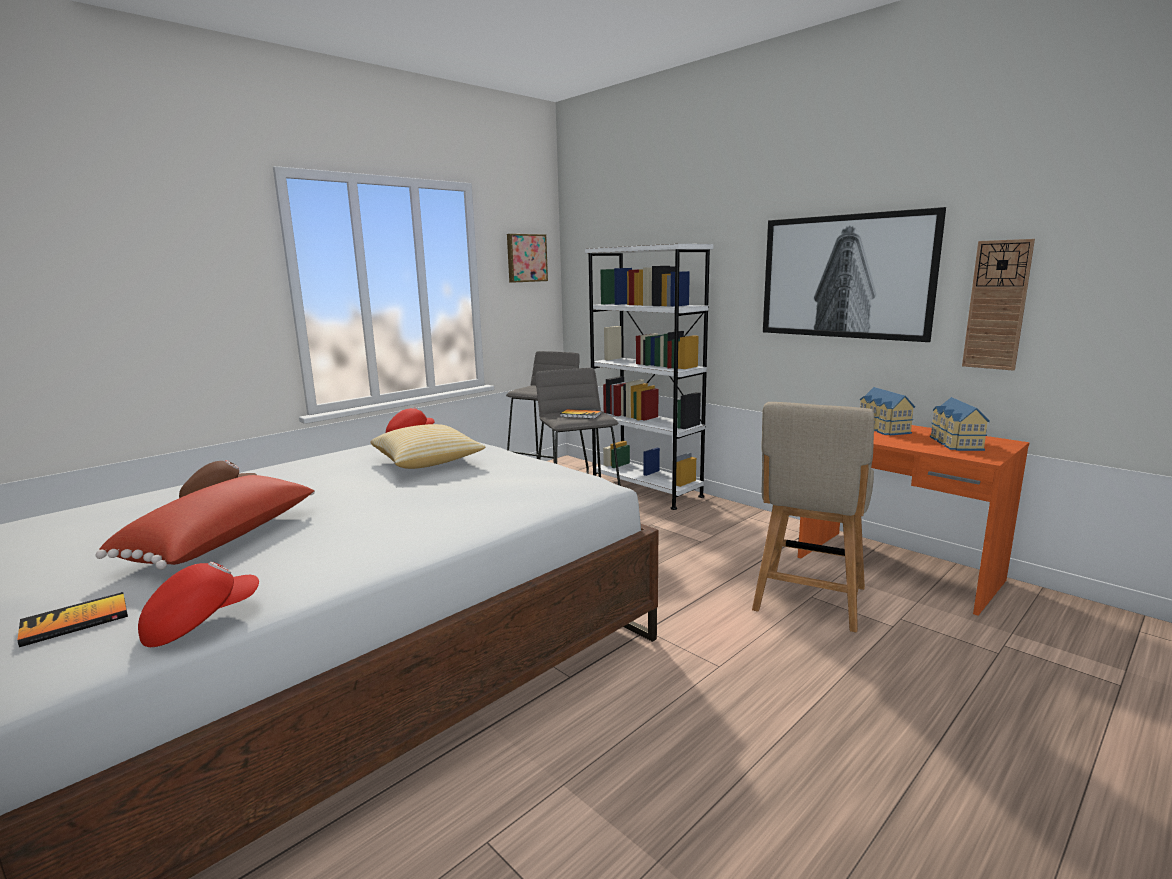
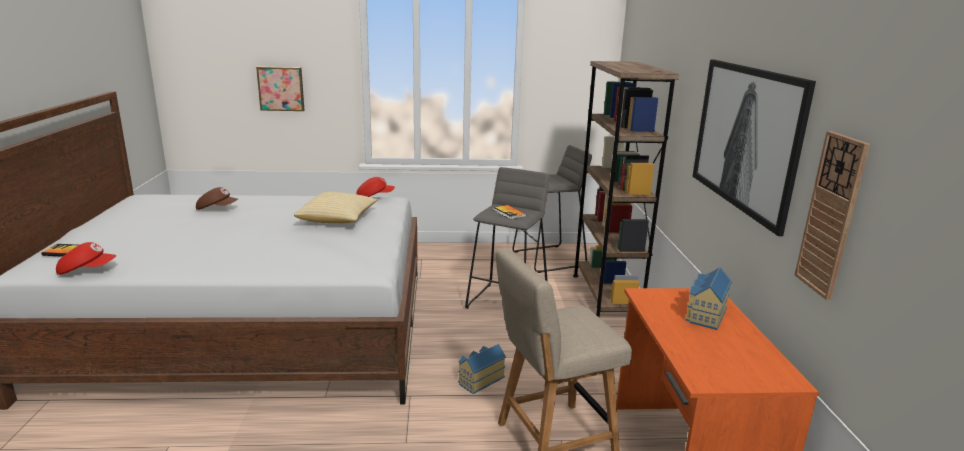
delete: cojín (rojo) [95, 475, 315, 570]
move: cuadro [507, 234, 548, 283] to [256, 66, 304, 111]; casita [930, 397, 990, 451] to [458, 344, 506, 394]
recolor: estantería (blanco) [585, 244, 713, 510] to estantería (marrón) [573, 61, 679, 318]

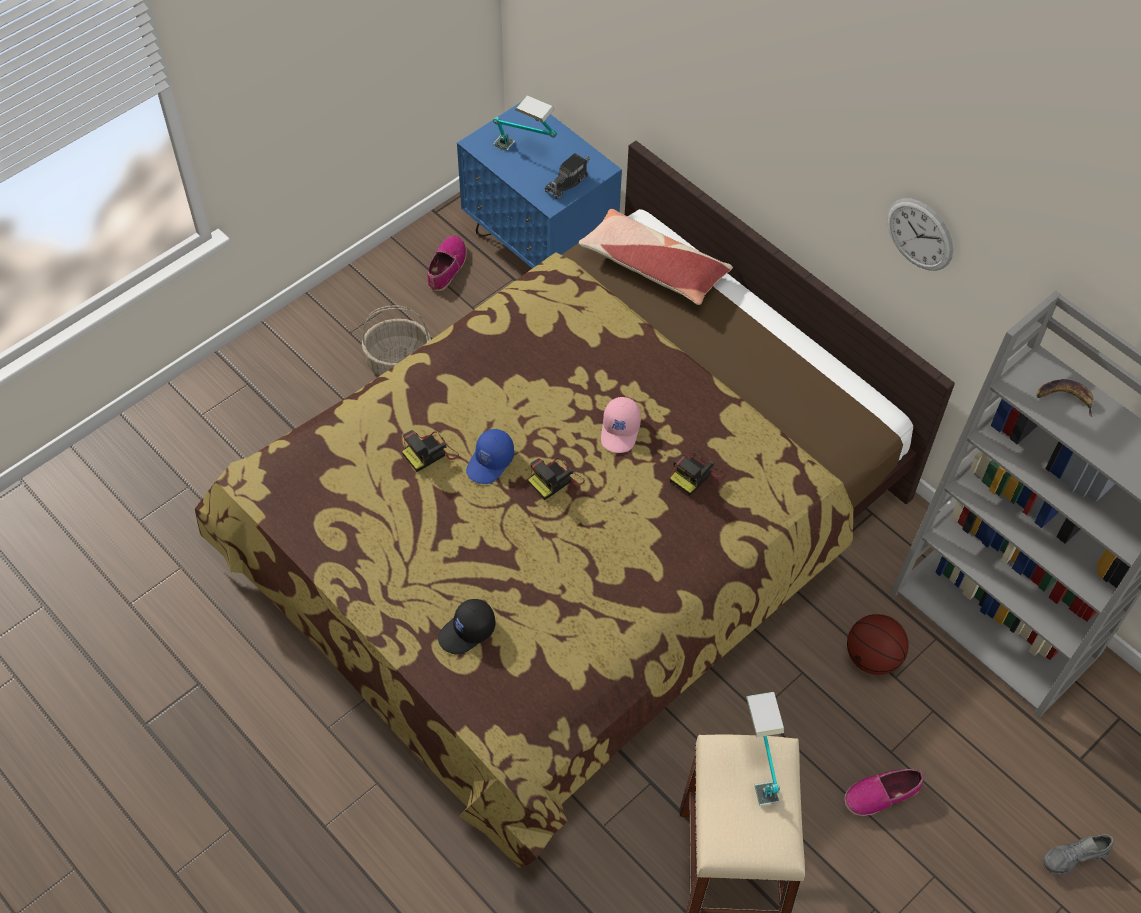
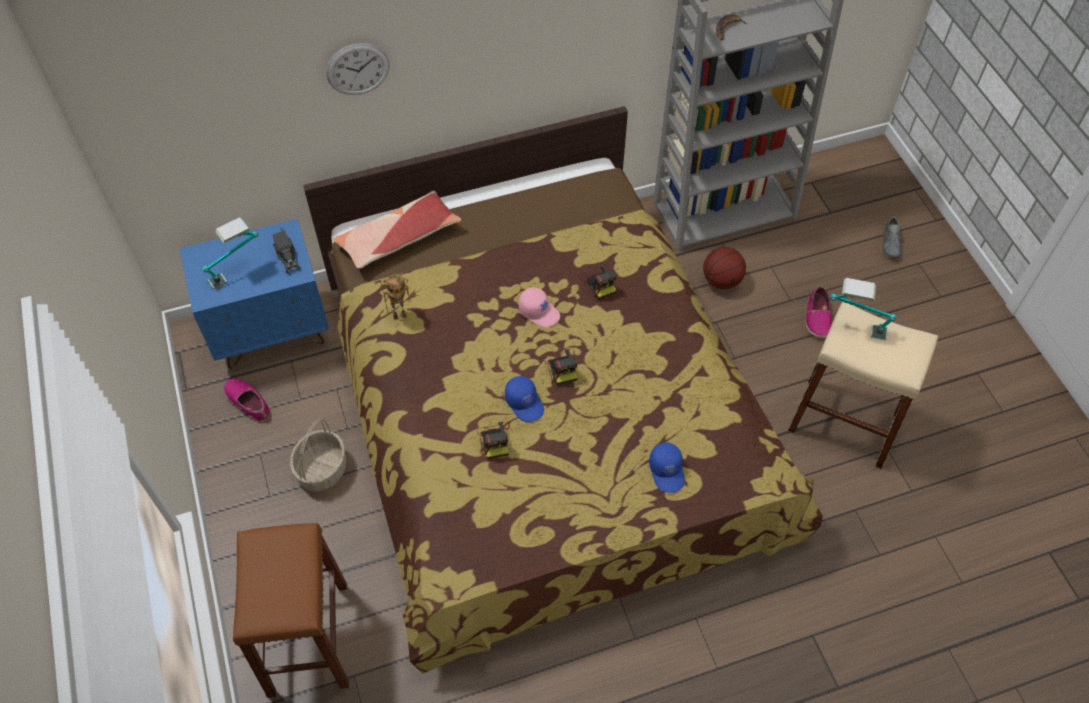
insert: taburete (marrón) [233, 523, 349, 698]; robot de juguete [383, 274, 411, 320]
move: reloj de pared [887, 198, 953, 271] to [326, 43, 390, 95]
recolor: gorra (negro) [438, 599, 495, 655] to gorra (azul) [649, 442, 685, 493]

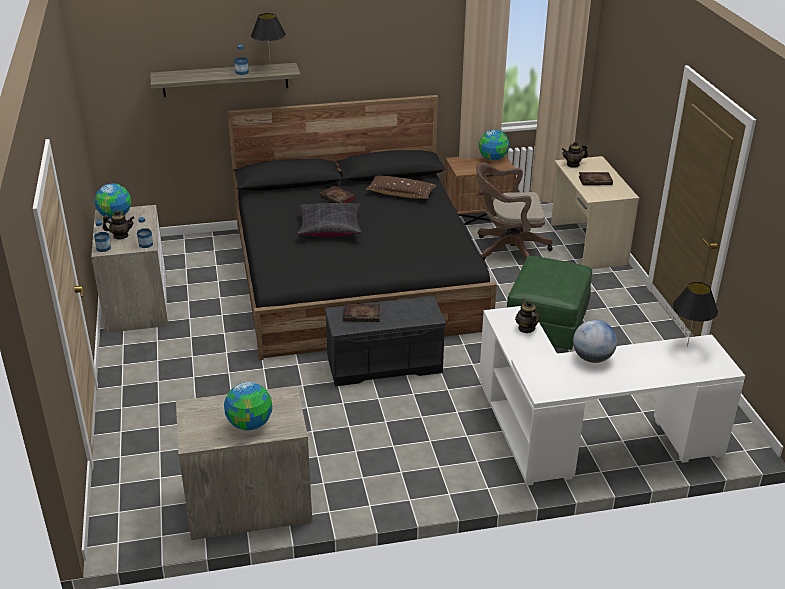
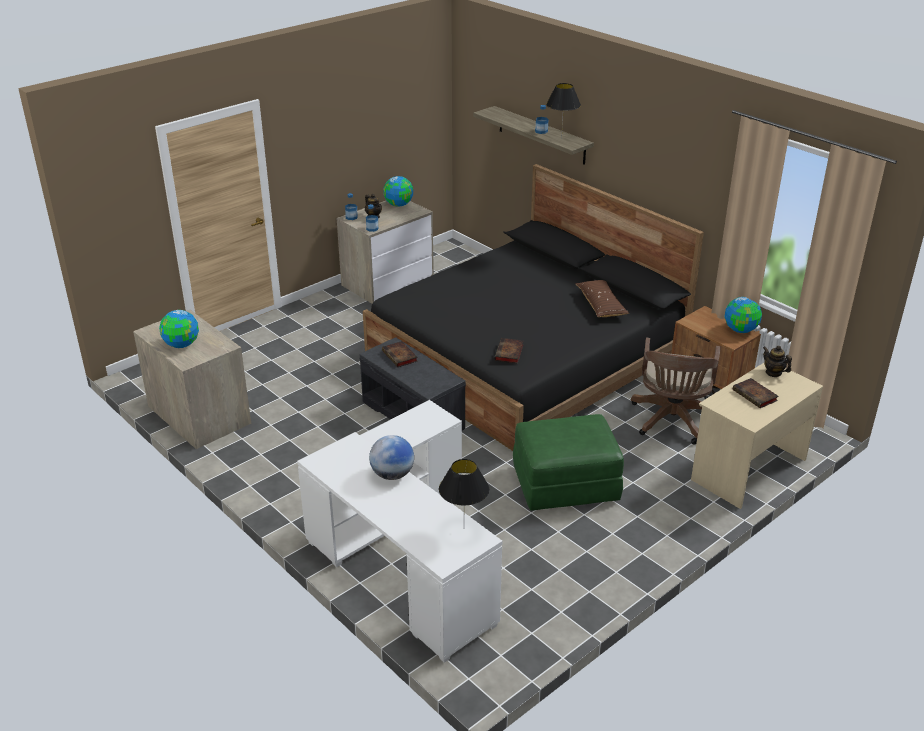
delete: cojín (negro) [297, 203, 362, 237]; tetera [515, 299, 540, 333]
move: libro [320, 185, 356, 203] to [495, 338, 523, 364]
rotate: silla de oficina (marrón) [476, 162, 553, 261] = [631, 338, 721, 445] 135 degrees counterclockwise

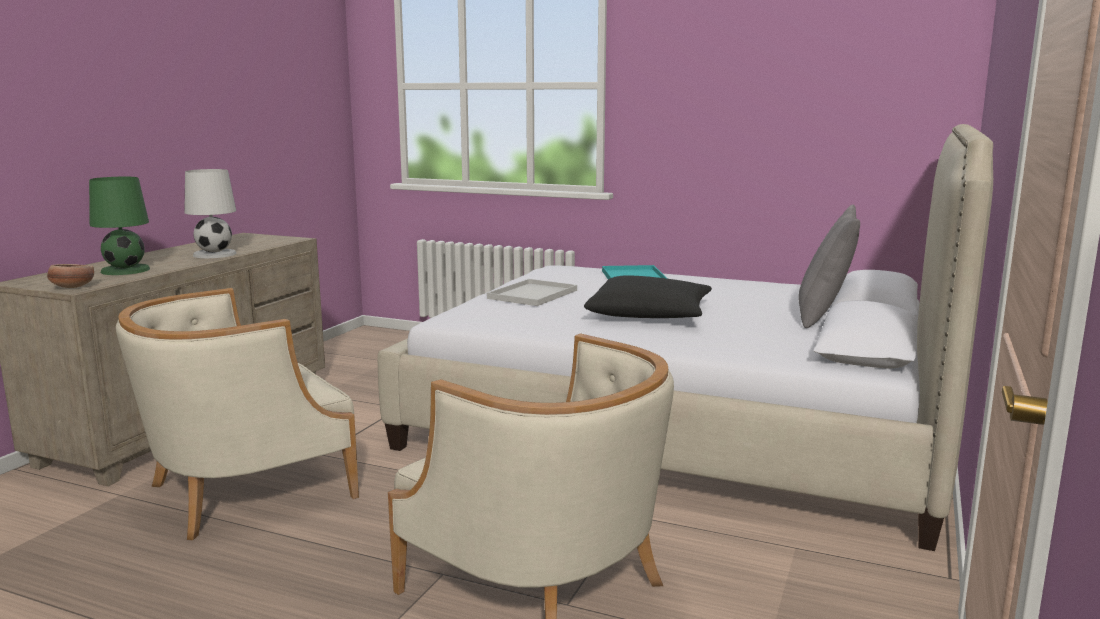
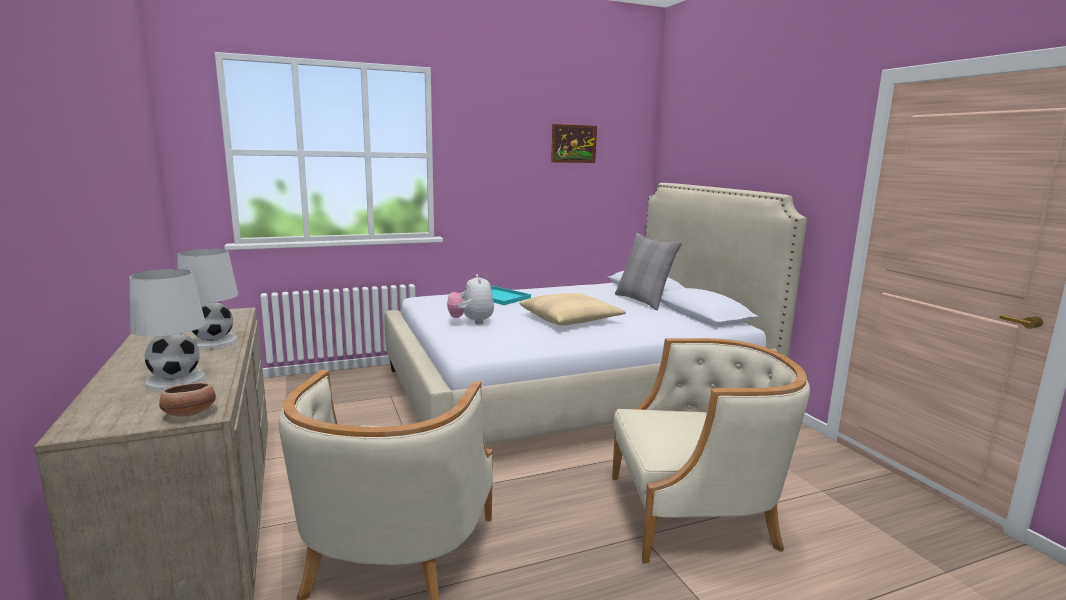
insert: cuadro [551, 124, 597, 163]
replace: bandeja (blanco) [487, 279, 577, 306] to peluche [447, 274, 494, 324]
recolor: lámpara de mesa (verde) [89, 177, 150, 275] to lámpara de mesa (blanco) [130, 269, 206, 391]; cojín (negro) [584, 275, 712, 318] to cojín (beis) [519, 293, 626, 325]

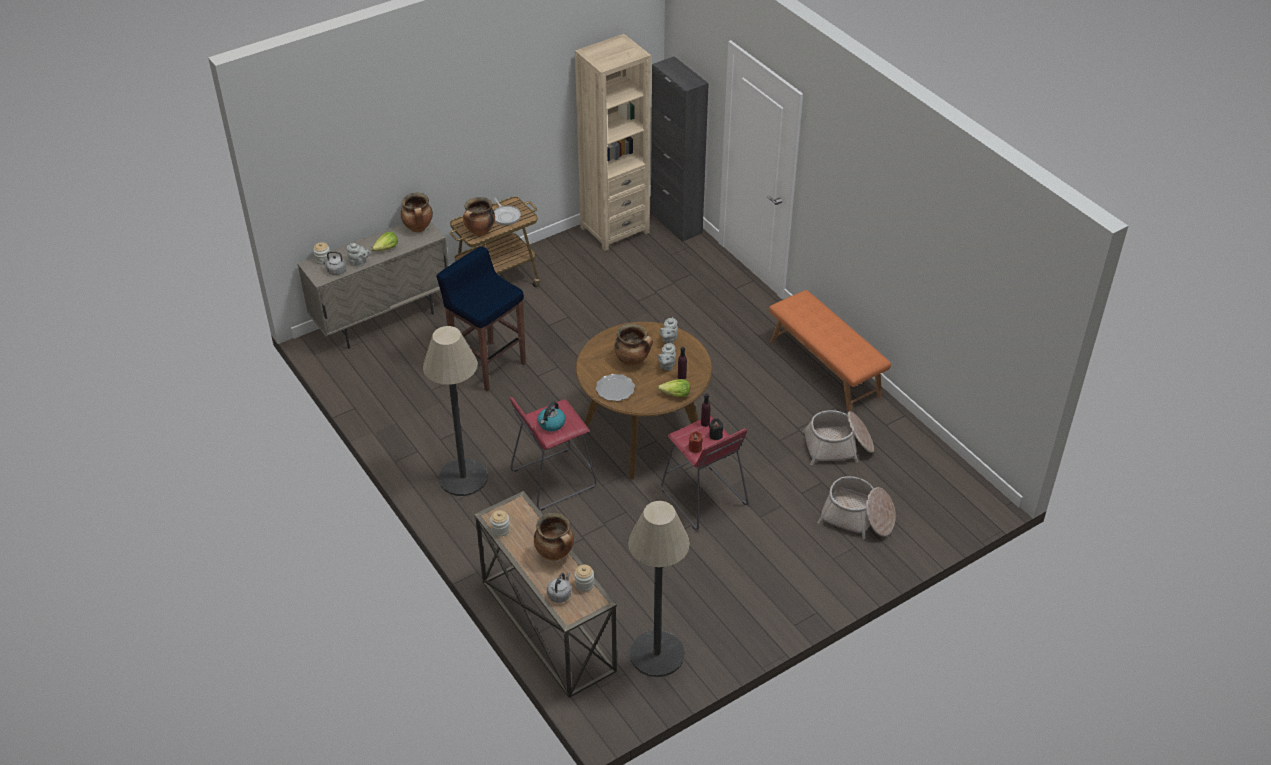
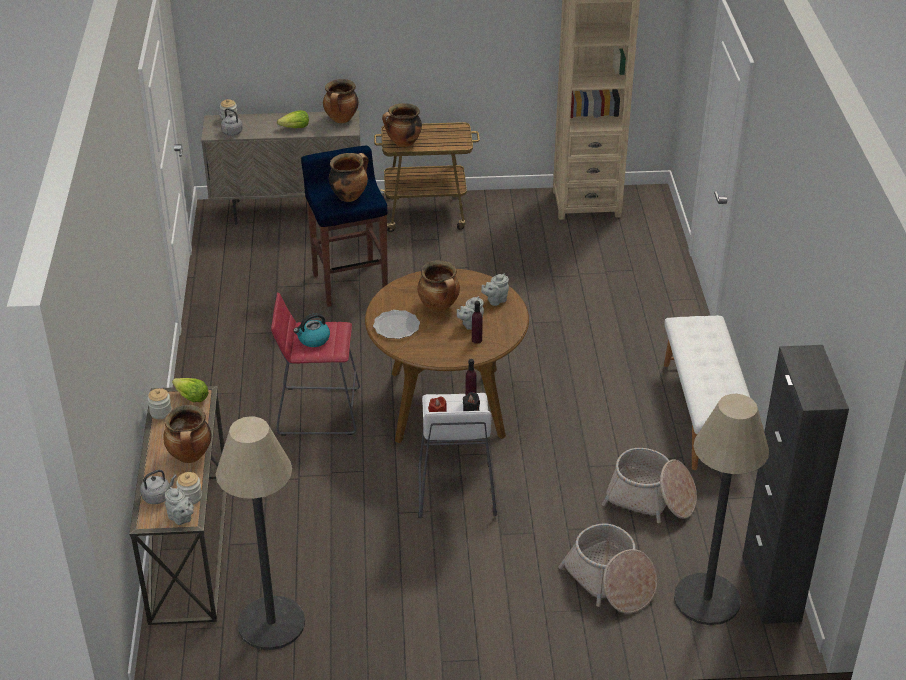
delete: sartén [493, 198, 521, 225]
insert: olla [329, 153, 368, 202]
move: tetera (gris) [347, 243, 371, 267] to [165, 487, 194, 525]; lámpara de pie [423, 326, 488, 496] to [674, 394, 769, 625]; armario (negro) [651, 56, 709, 242] to [742, 345, 849, 624]; lechuga [658, 379, 690, 397] to [172, 378, 209, 402]
recolor: taburete (rojo) [661, 416, 749, 530] to taburete (blanco) [418, 393, 497, 518]; banco (naranja) [769, 290, 891, 413] to banco (blanco) [664, 316, 750, 470]

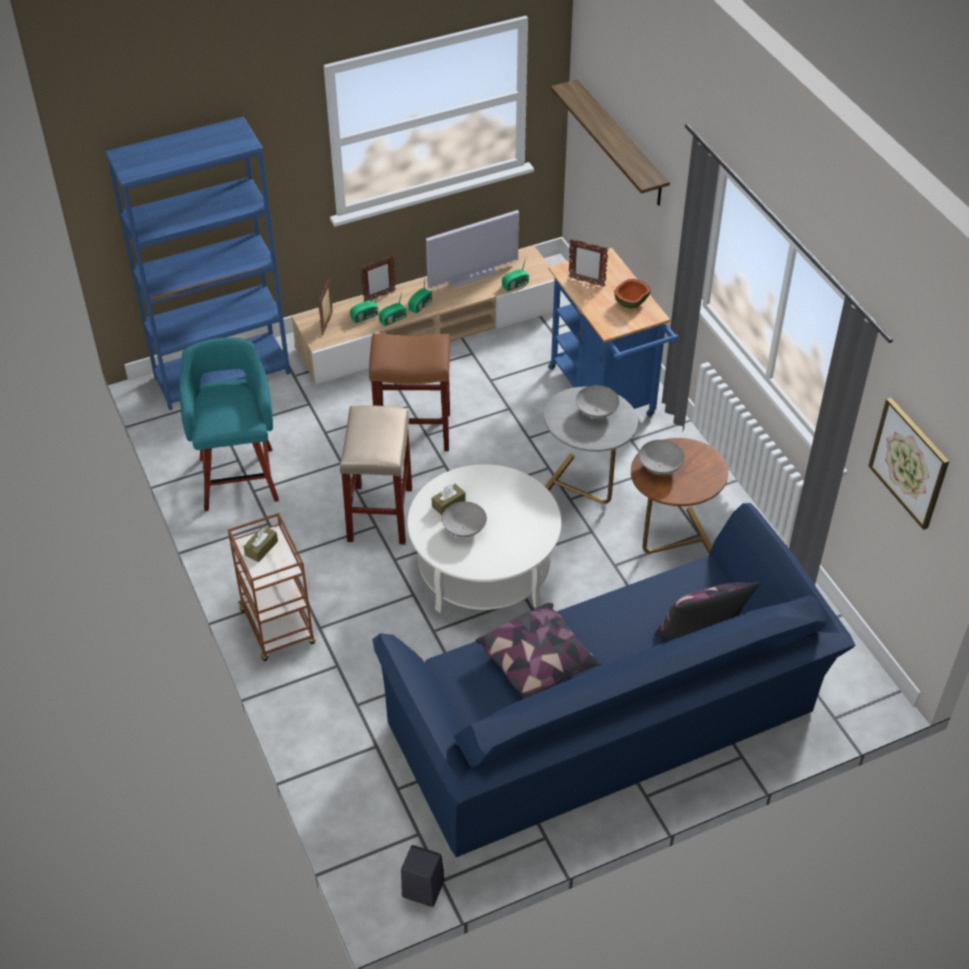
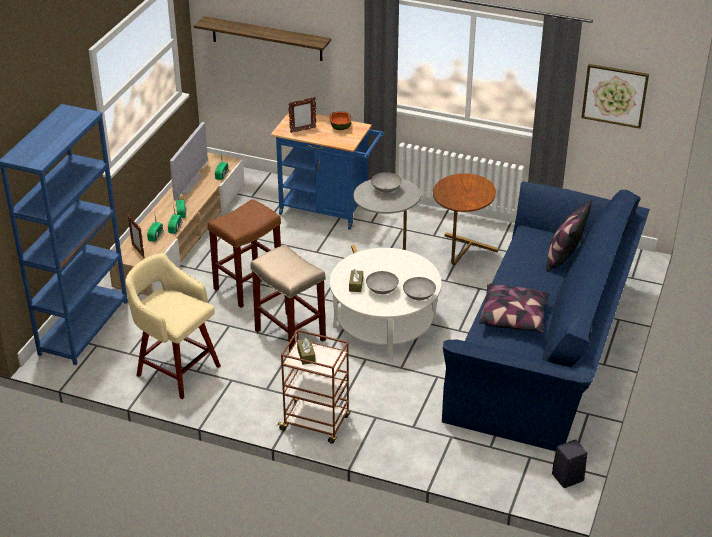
delete: portarretratos [360, 255, 396, 301]
move: cuenco (gris) [639, 440, 684, 475] to [403, 277, 436, 300]
recolor: taburete (turquesa) [179, 338, 279, 511] to taburete (beis) [125, 253, 221, 399]

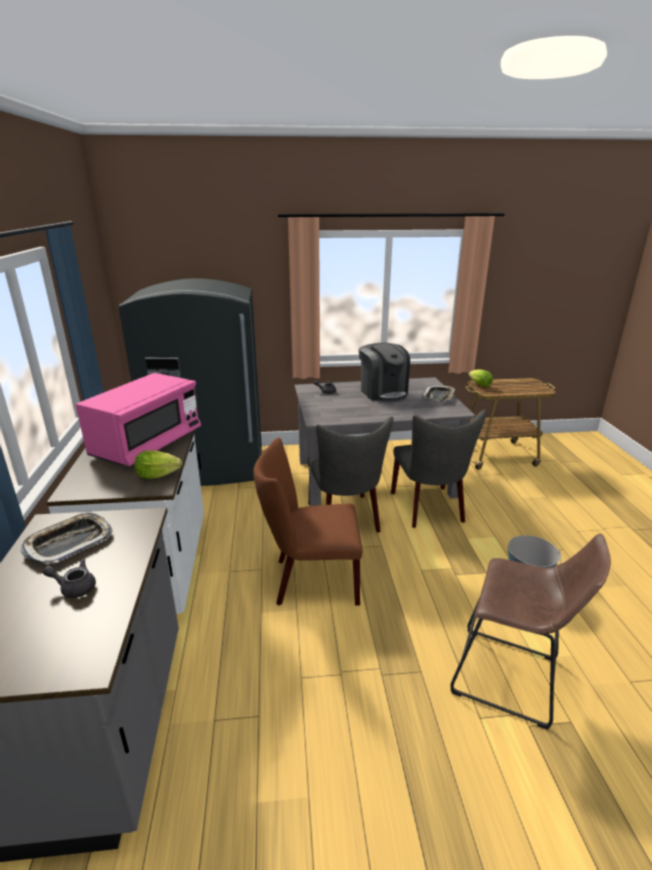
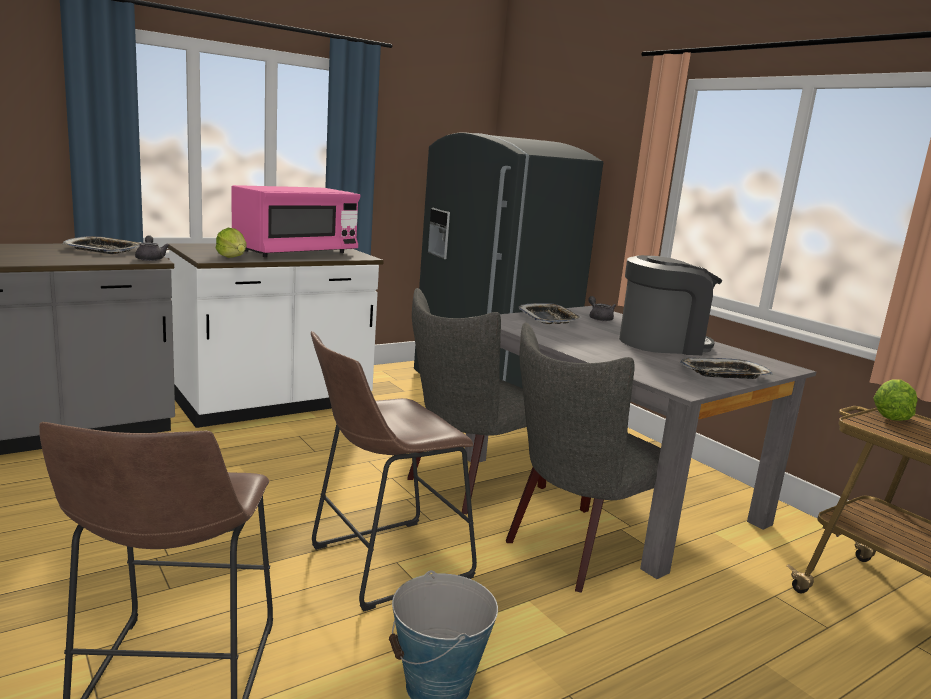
delete: silla (marrón) [253, 437, 363, 606]
insert: taburete (marrón) [311, 331, 477, 612]; bandeja [519, 303, 581, 324]
move: tetera (gris) [42, 559, 96, 598] to [135, 235, 169, 261]
rotate: microondas (rosa) [76, 373, 201, 466] = [232, 185, 360, 257] 45 degrees counterclockwise; cafetera [359, 343, 410, 402] = [619, 255, 722, 355] 135 degrees counterclockwise

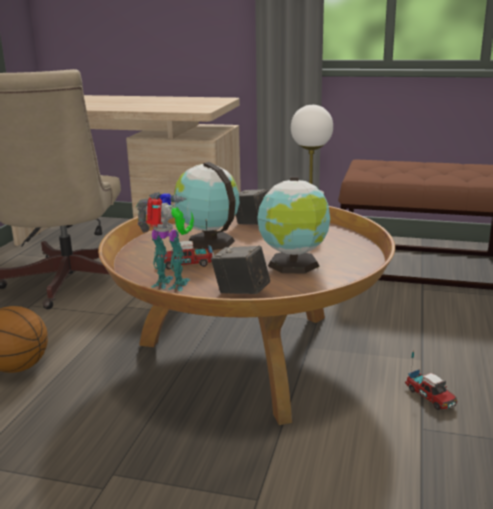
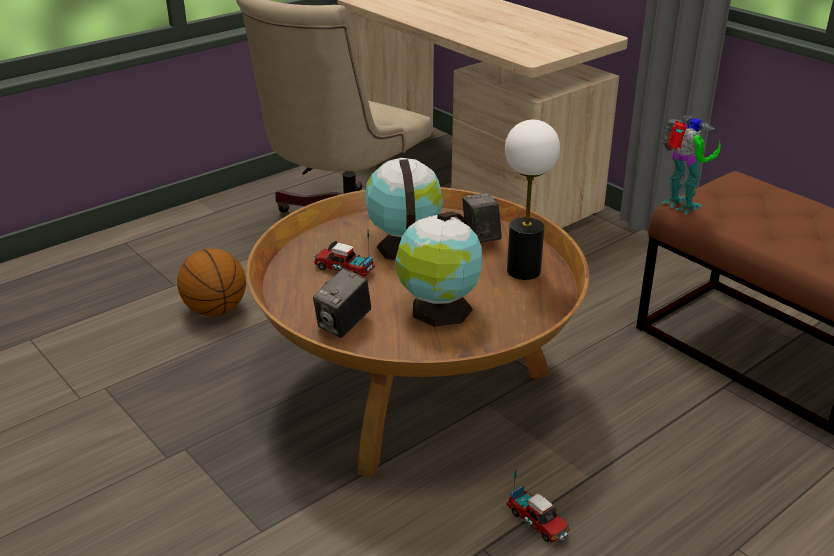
move: robot de juguete [136, 192, 194, 291] to [661, 115, 721, 215]
rotate: cámara [211, 245, 270, 294] = [313, 268, 371, 338] 120 degrees counterclockwise; camión de juguete [405, 350, 458, 410] = [507, 469, 570, 542] 45 degrees counterclockwise

